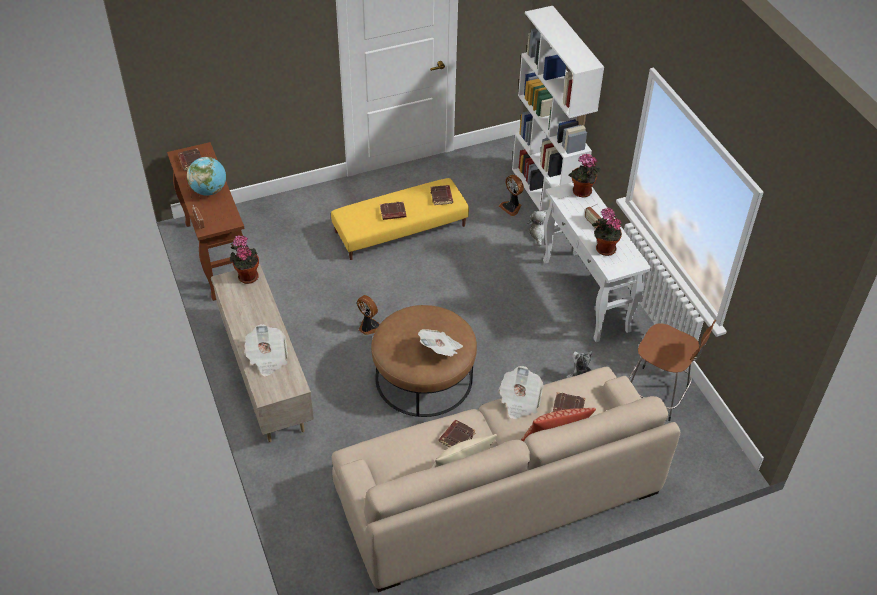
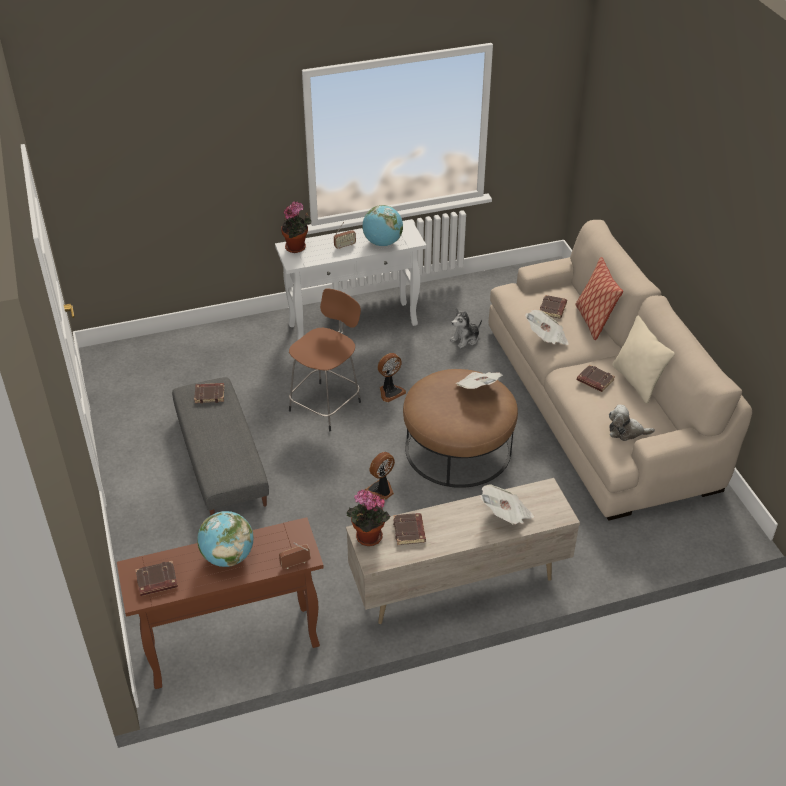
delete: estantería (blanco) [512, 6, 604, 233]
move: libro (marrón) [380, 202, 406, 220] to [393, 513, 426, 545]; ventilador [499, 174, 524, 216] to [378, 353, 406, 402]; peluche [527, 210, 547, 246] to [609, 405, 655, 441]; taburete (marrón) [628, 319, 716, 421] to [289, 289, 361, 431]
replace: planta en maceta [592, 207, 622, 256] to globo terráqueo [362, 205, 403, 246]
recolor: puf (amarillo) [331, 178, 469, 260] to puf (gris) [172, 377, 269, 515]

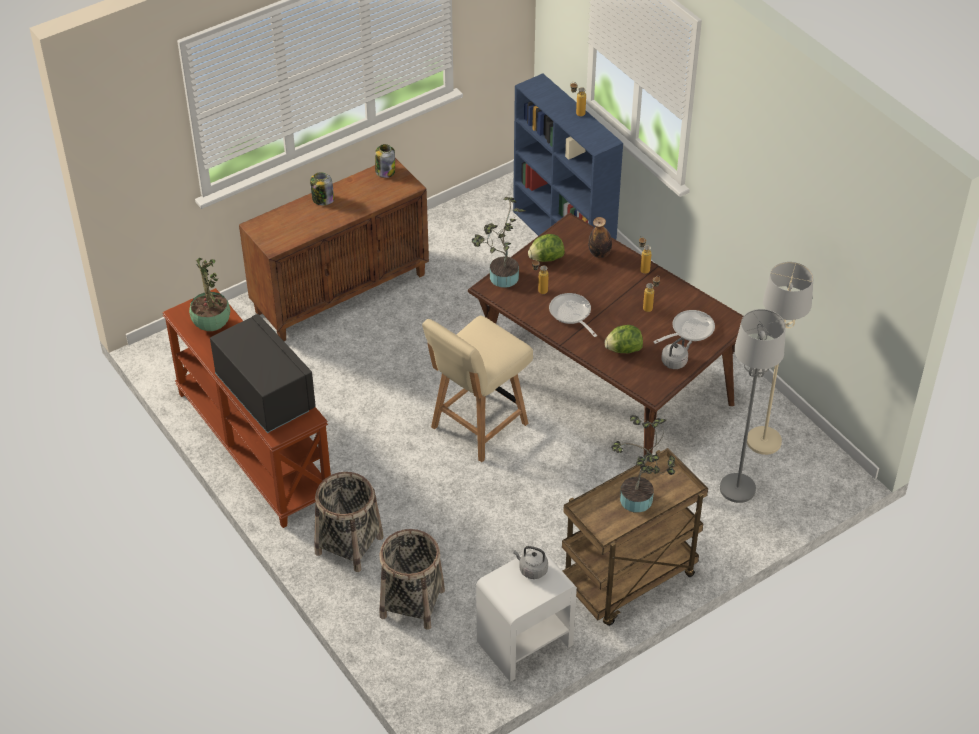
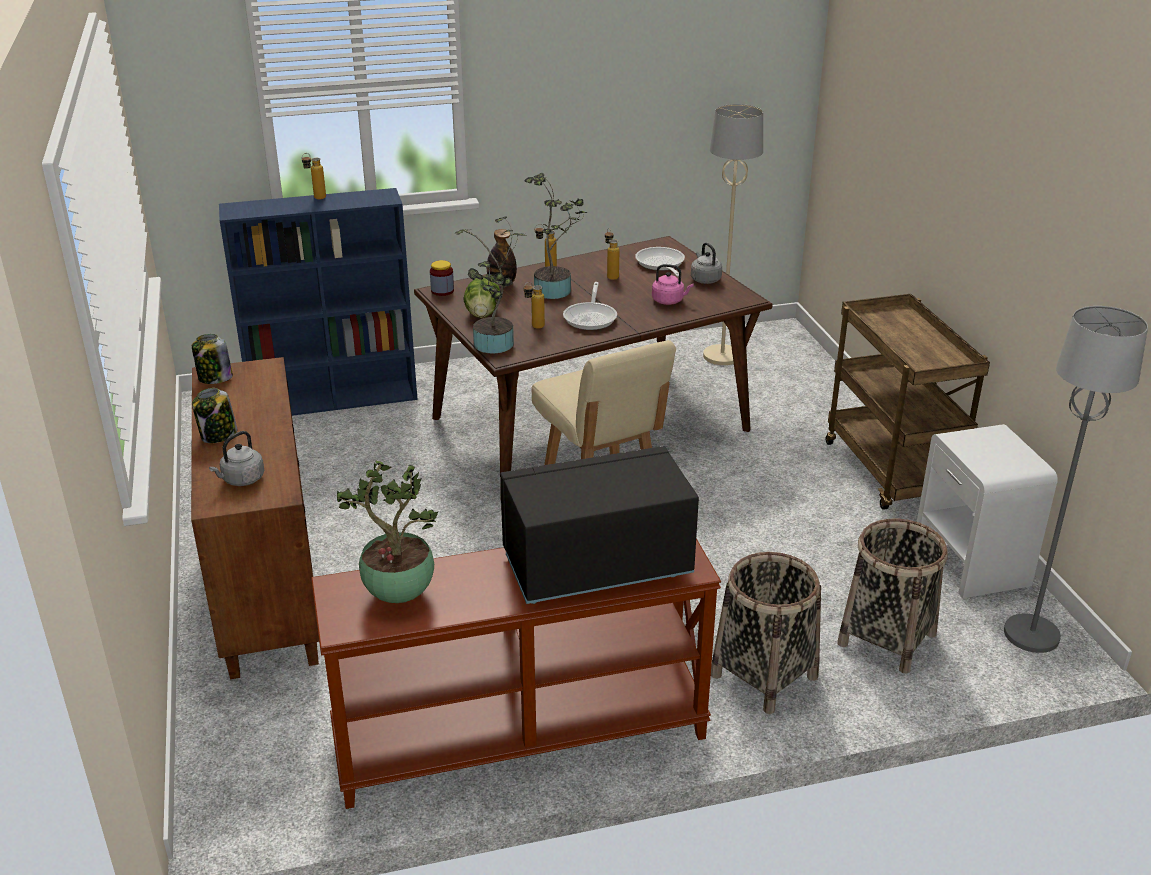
insert: tarro [430, 260, 454, 296]
move: hervidor (gris) [513, 546, 548, 579] to [209, 431, 264, 486]; planta en maceta [611, 415, 675, 513] to [525, 173, 588, 299]; lámpara de pie (gris) [720, 309, 786, 503] to [1004, 306, 1148, 653]
replace: lechuga [605, 325, 643, 353] to hervidor (rosa) [652, 264, 693, 305]
rotate: sartén [549, 293, 597, 337] = [563, 282, 617, 330] 75 degrees counterclockwise

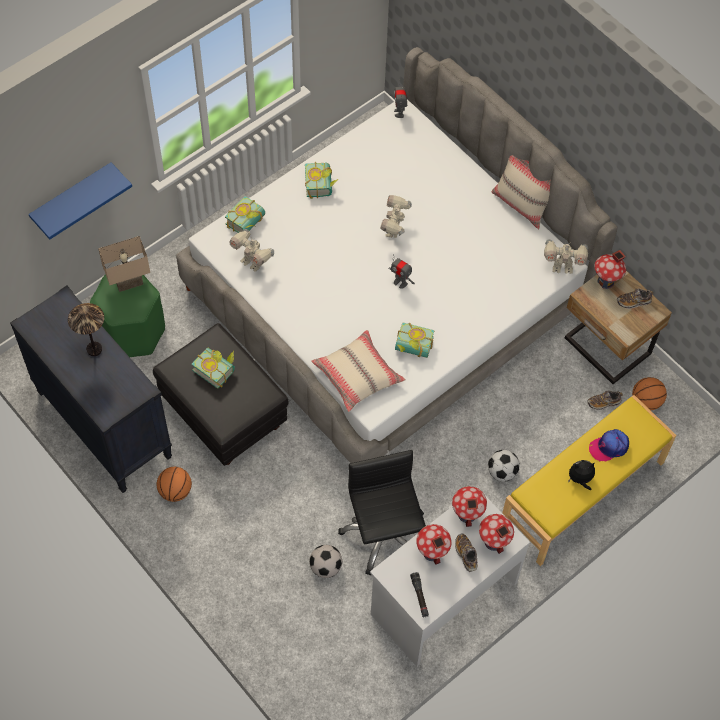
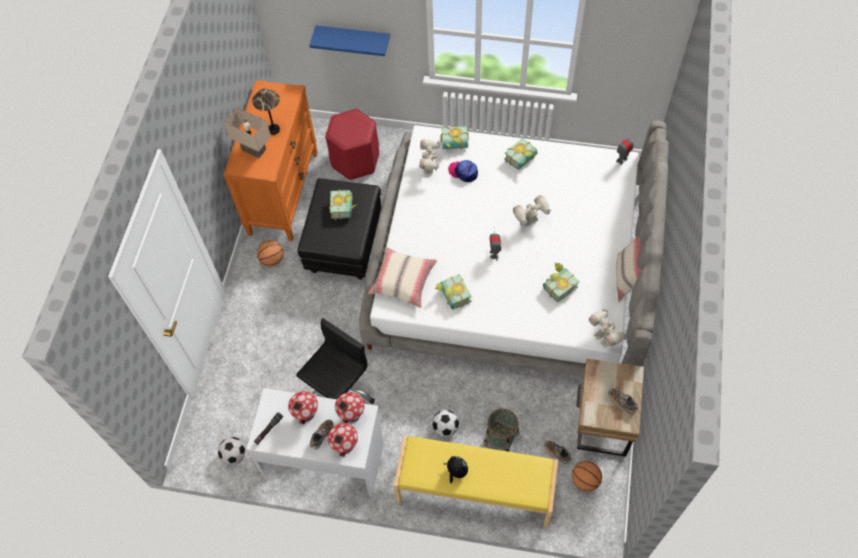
delete: casita [594, 250, 626, 289]
insert: cesta [483, 408, 519, 452]; libro [543, 263, 579, 303]
move: lámpara de mesa (beis) [98, 236, 150, 292] to [224, 108, 271, 158]; balón de fútbol [309, 545, 342, 578] to [218, 437, 246, 465]; gorra [589, 429, 629, 462] to [448, 160, 478, 182]
recolor: cómoda (negro) [10, 286, 172, 493] to cómoda (naranja) [223, 80, 318, 241]; taburete (verde) [90, 274, 165, 357] to taburete (rojo) [325, 109, 379, 180]

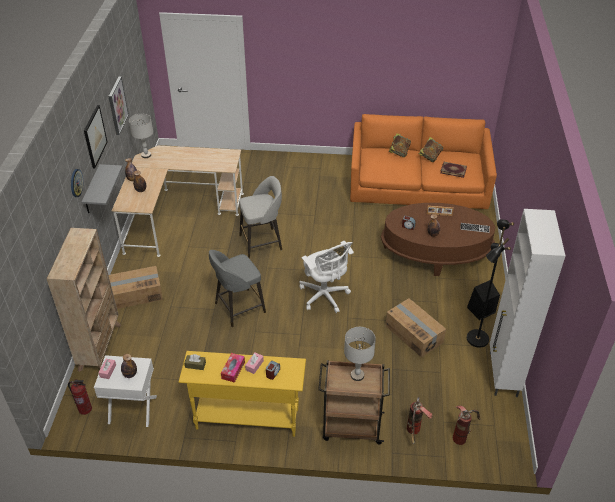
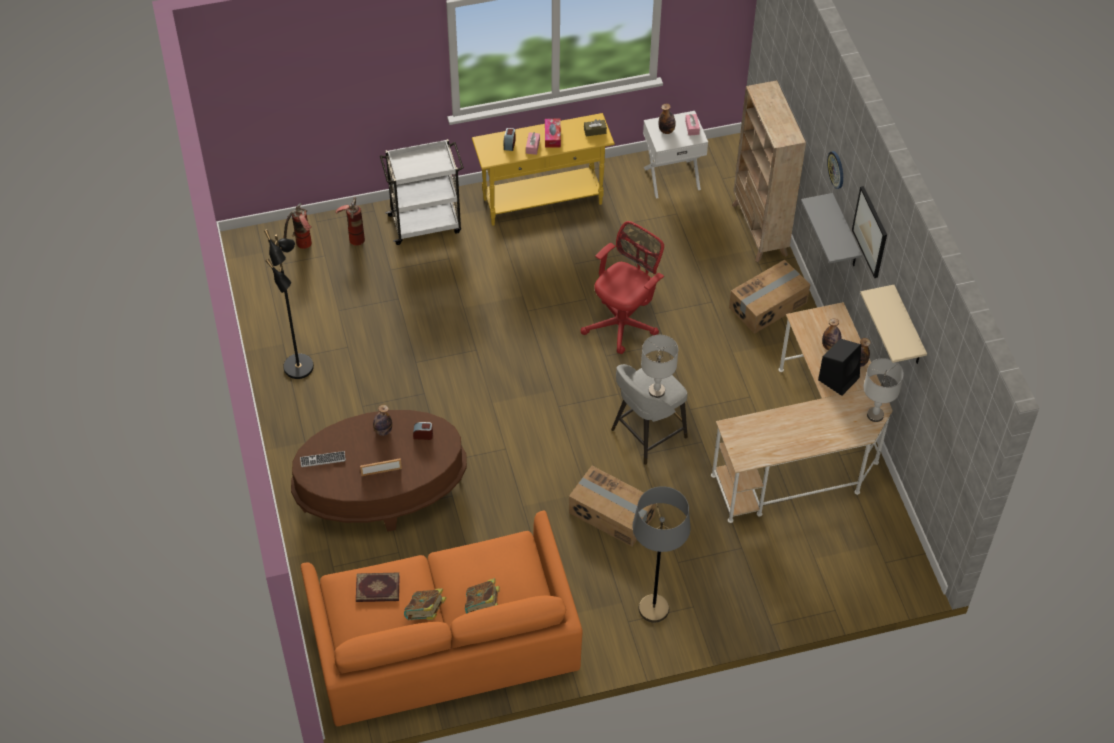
delete: extintor [68, 379, 92, 415]; silla de oficina (blanco) [300, 241, 354, 313]; armario (blanco) [490, 209, 565, 397]
insert: lámpara de pie (gris) [632, 486, 691, 622]
move: lámpara de mesa (gris) [344, 327, 376, 381] to [641, 335, 678, 398]; caja de cartón [386, 298, 446, 358] to [569, 466, 656, 547]; altavoz (negro) [467, 280, 500, 320] to [818, 339, 861, 396]
replace: cuadro [108, 77, 129, 135] to estante (beis) [860, 285, 927, 364]; taburete (gris) [209, 250, 266, 327] to silla de oficina (rojo) [580, 221, 664, 354]
recolor: carrito (marrón) [318, 360, 390, 445] to carrito (blanco) [380, 139, 464, 245]

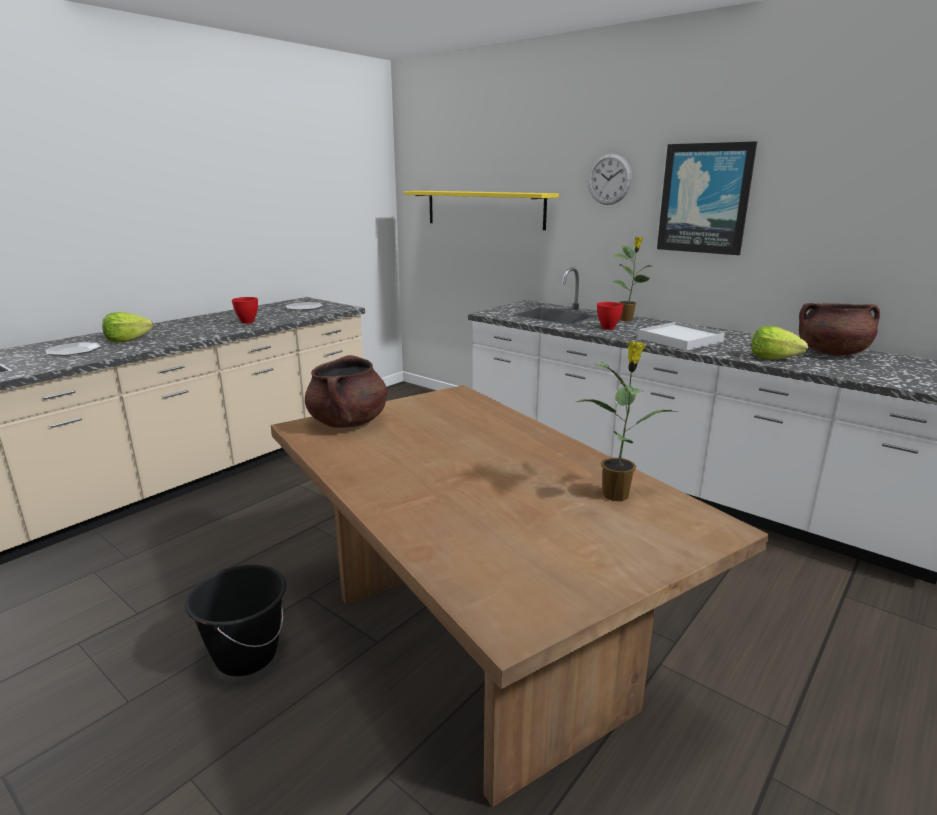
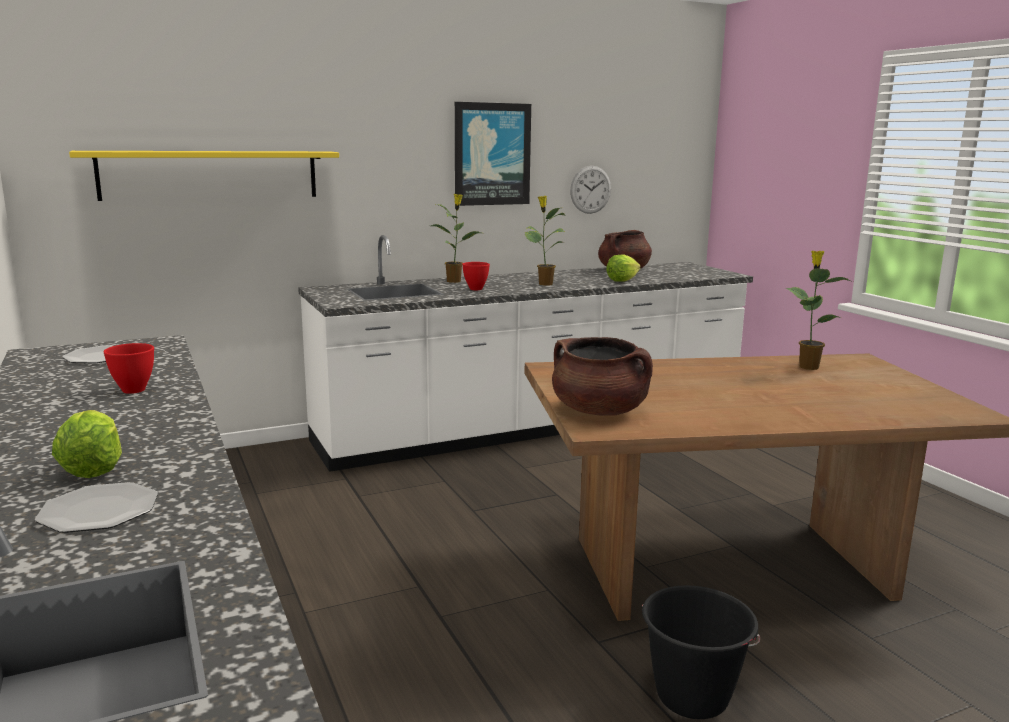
move: reloj de pared [588, 154, 632, 205] to [570, 166, 611, 214]
replace: bandeja (blanco) [637, 322, 725, 351] to planta en maceta [525, 196, 565, 286]

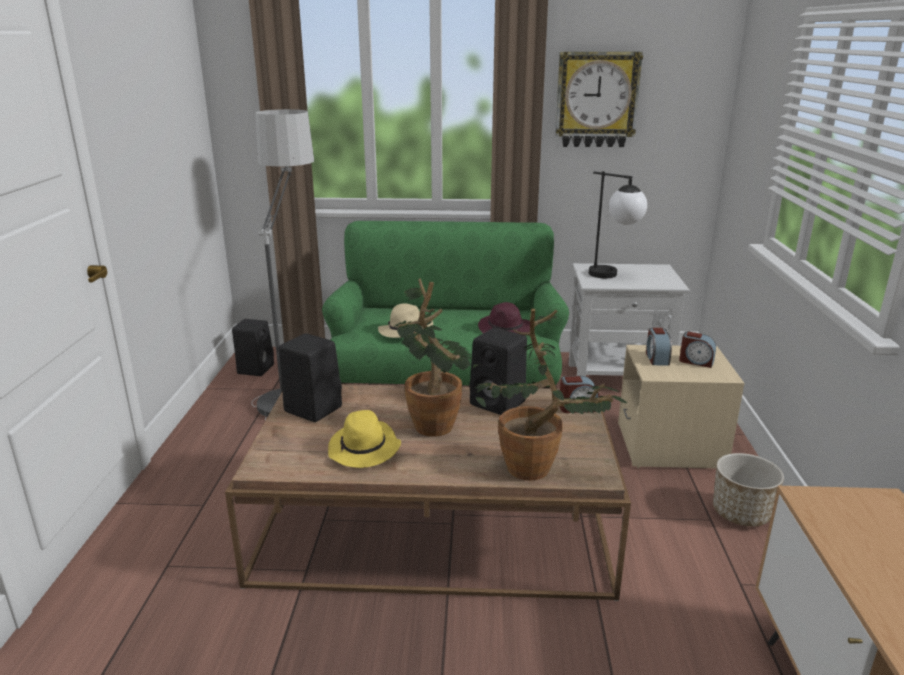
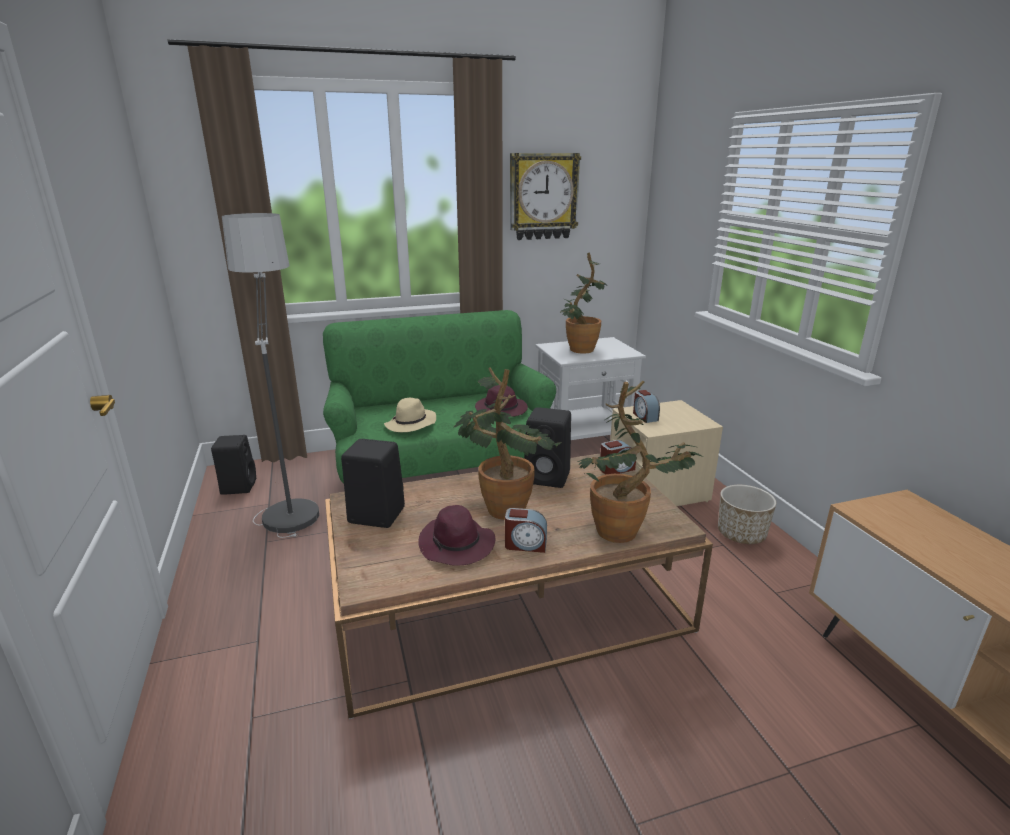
move: despertador [679, 332, 716, 368] to [505, 508, 547, 553]
replace: lámpara de mesa [589, 171, 647, 278] to planta en maceta [559, 252, 607, 354]
recolor: sombrero (amarillo) [328, 410, 401, 468] to sombrero (morado) [418, 505, 495, 565]

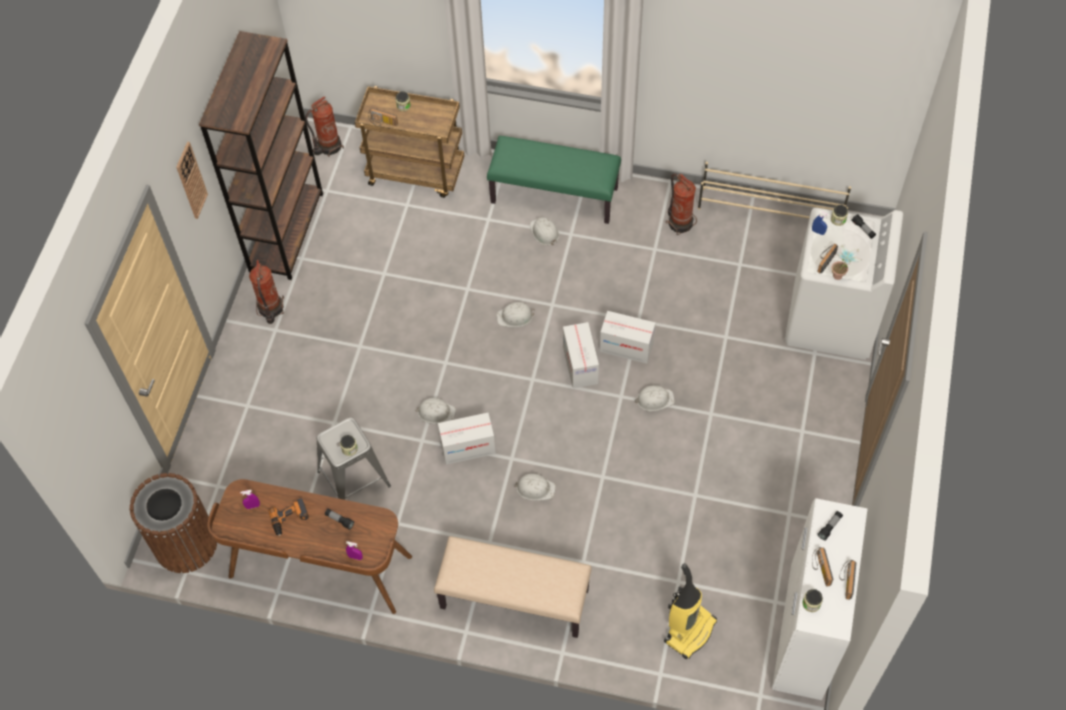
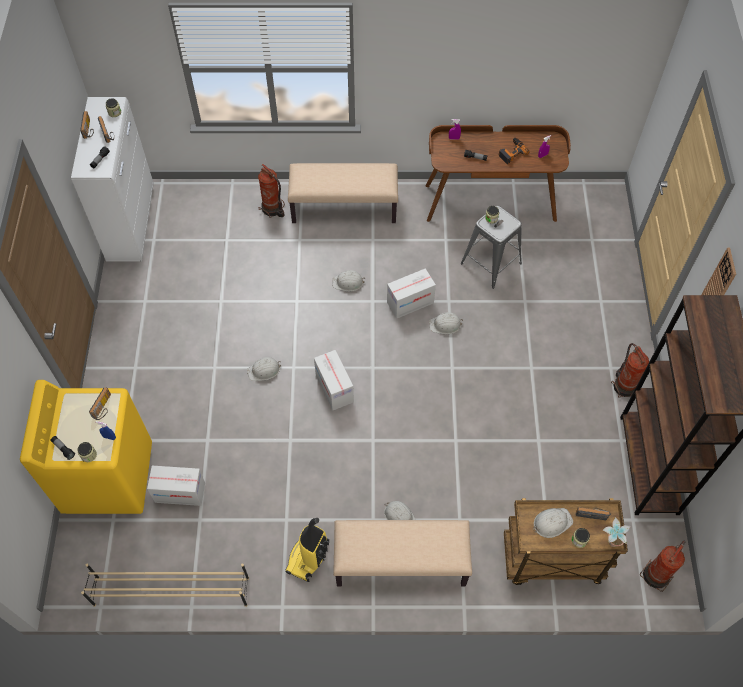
delete: papelera (marrón) [130, 473, 217, 573]
move: casco (blanco) [496, 302, 535, 327] to [533, 508, 573, 538]; caja de cartón [600, 311, 656, 364] to [147, 466, 205, 506]; aspiradora [664, 563, 717, 659] to [285, 518, 329, 582]; extintor [666, 173, 697, 235] to [258, 164, 285, 218]; planta en maceta [831, 246, 862, 280] to [603, 517, 631, 547]
recolor: banco (verde) [487, 136, 621, 224] to banco (beis) [333, 520, 472, 587]; lavadora (blanco) [785, 208, 904, 360] to lavadora (amarillo) [20, 380, 152, 514]

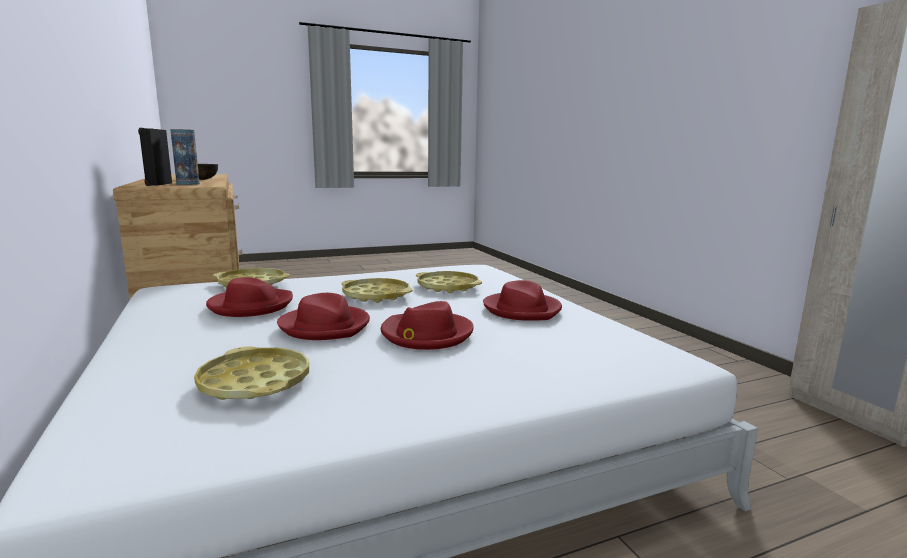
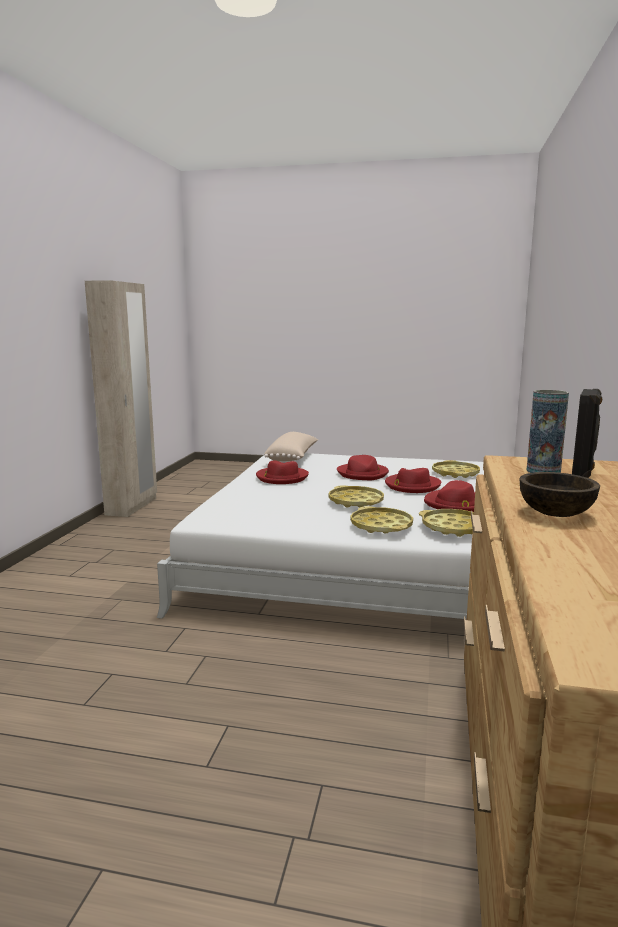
insert: cojín (beis) [264, 432, 318, 461]
move: bandeja (amarillo) [416, 271, 482, 293] to [350, 506, 413, 534]

